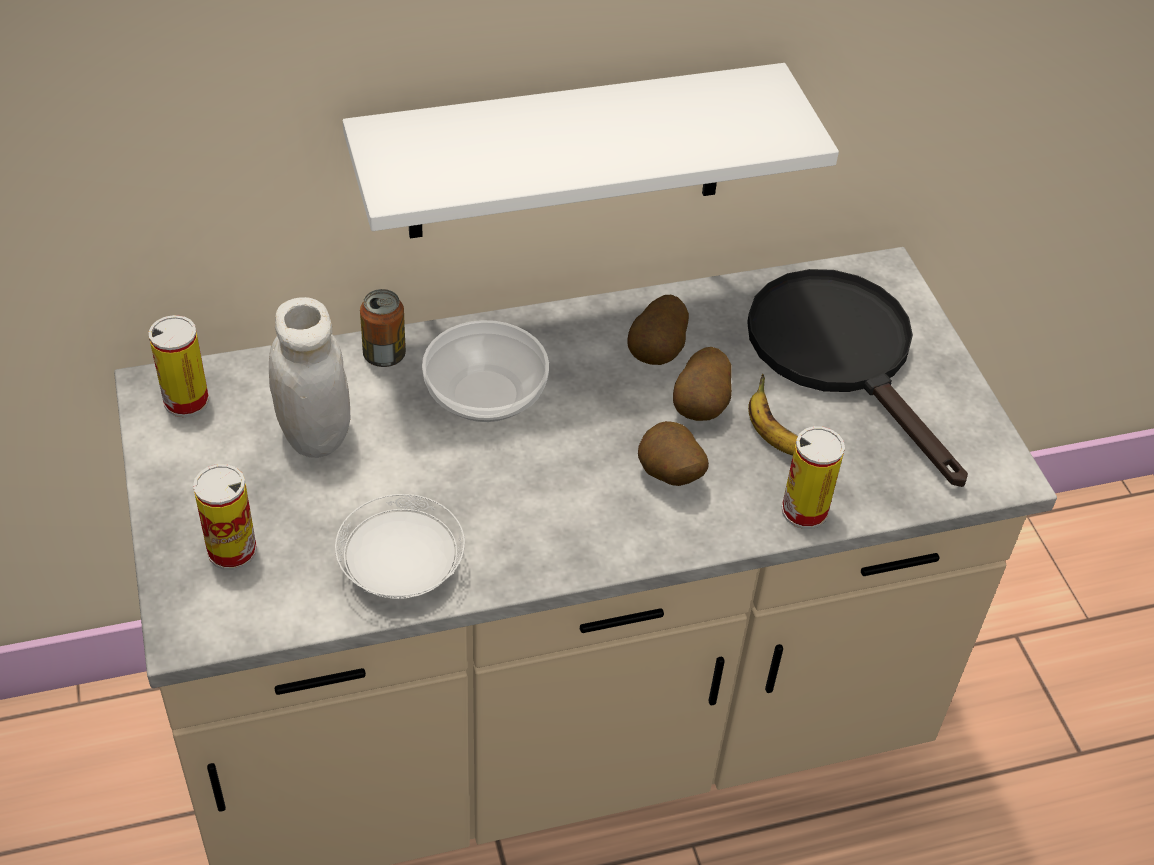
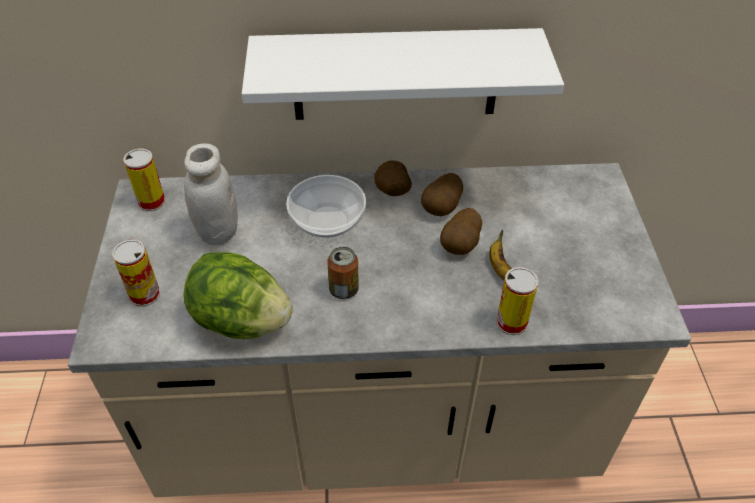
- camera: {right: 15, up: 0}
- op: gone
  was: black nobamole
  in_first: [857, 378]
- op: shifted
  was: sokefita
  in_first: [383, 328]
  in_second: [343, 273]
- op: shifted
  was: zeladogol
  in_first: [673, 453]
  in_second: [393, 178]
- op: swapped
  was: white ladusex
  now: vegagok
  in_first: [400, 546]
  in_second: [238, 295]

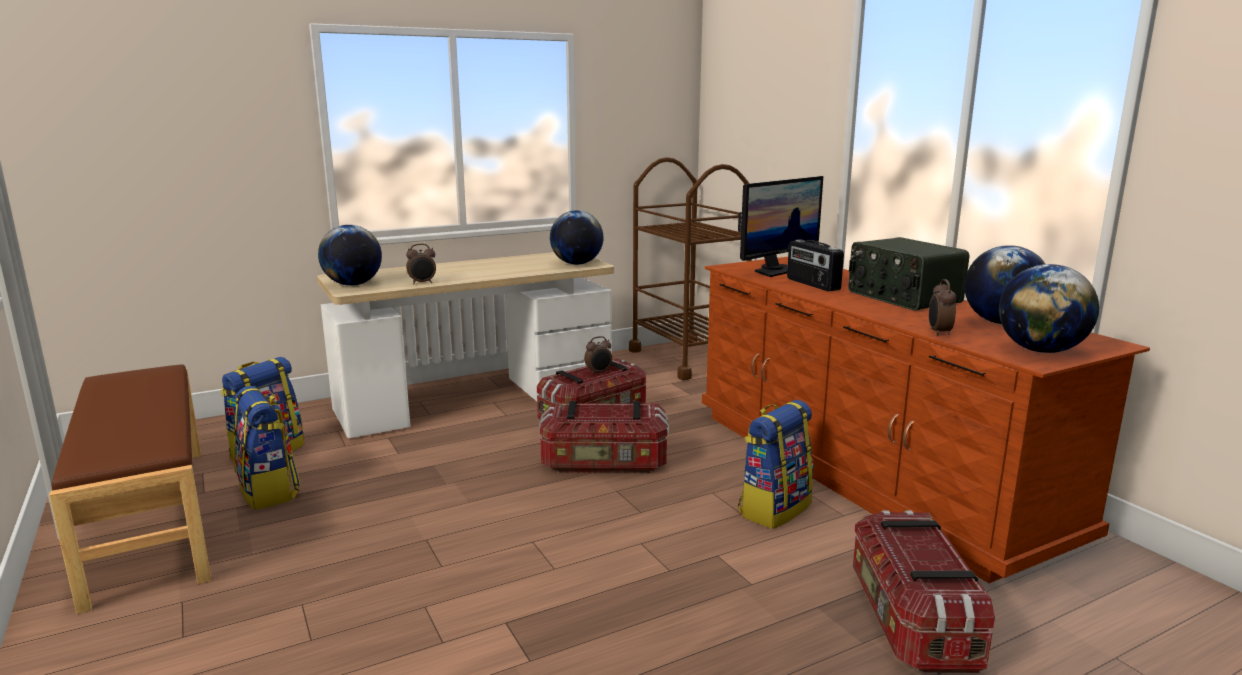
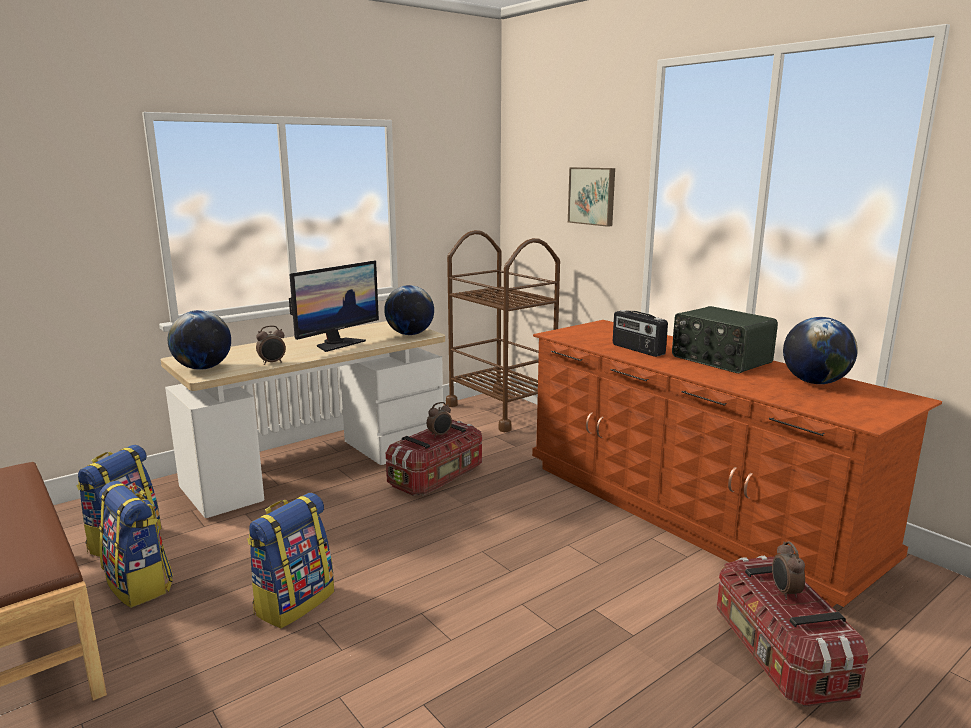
- camera: {right: -10, up: 0}
- op: gone
  was: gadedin
  in_first: [604, 437]
- op: gone
  was: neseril
  in_first: [1049, 308]
- op: new
  now: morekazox
  in_second: [591, 197]
- op: shifted
  was: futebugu
  in_first: [780, 226]
  in_second: [334, 306]
- op: shifted
  was: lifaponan
  in_first: [775, 464]
  in_second: [290, 560]
- op: shifted
  was: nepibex
  in_first: [942, 307]
  in_second: [788, 570]

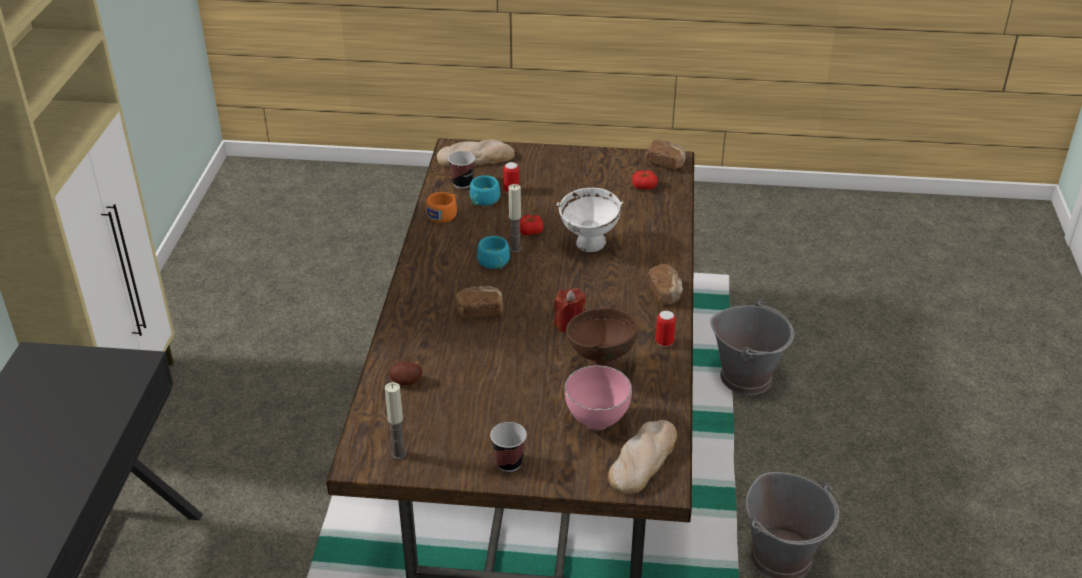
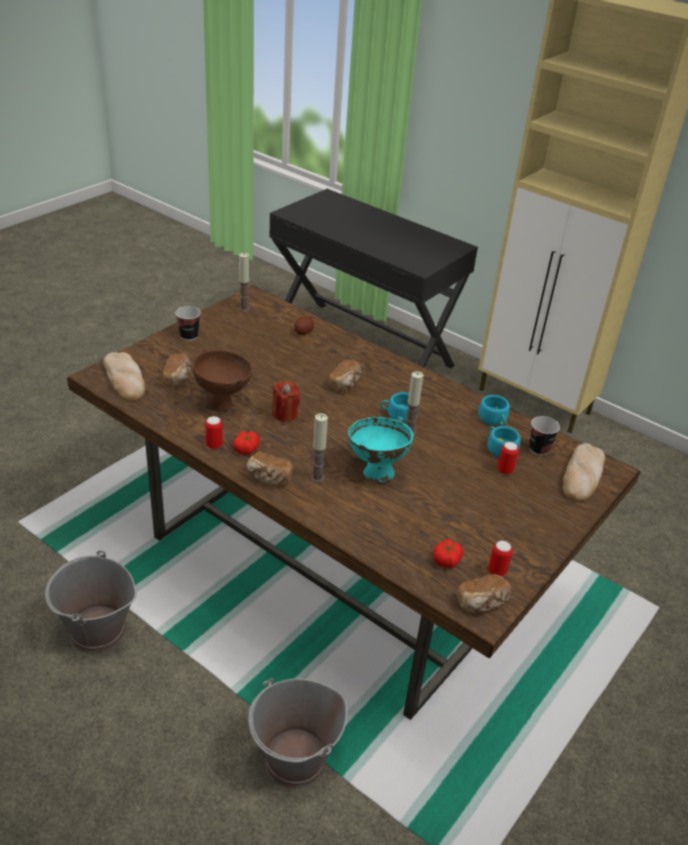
- camera: {right: 120, up: 0}
- op: new
  now: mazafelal
  in_second: [319, 447]
- op: new
  now: sokefita
  in_second: [500, 559]
- op: shifted
  was: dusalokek
  in_first: [532, 224]
  in_second: [246, 443]
- op: swapped
  was: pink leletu
  now: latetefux
  in_first: [598, 397]
  in_second: [177, 371]
- op: repainted
  was: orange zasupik
  now: turquoise zasupik
  in_first: [441, 207]
  in_second: [494, 410]
- op: repainted
  was: white leletu
  now: turquoise leletu
  in_first: [590, 220]
  in_second: [380, 449]

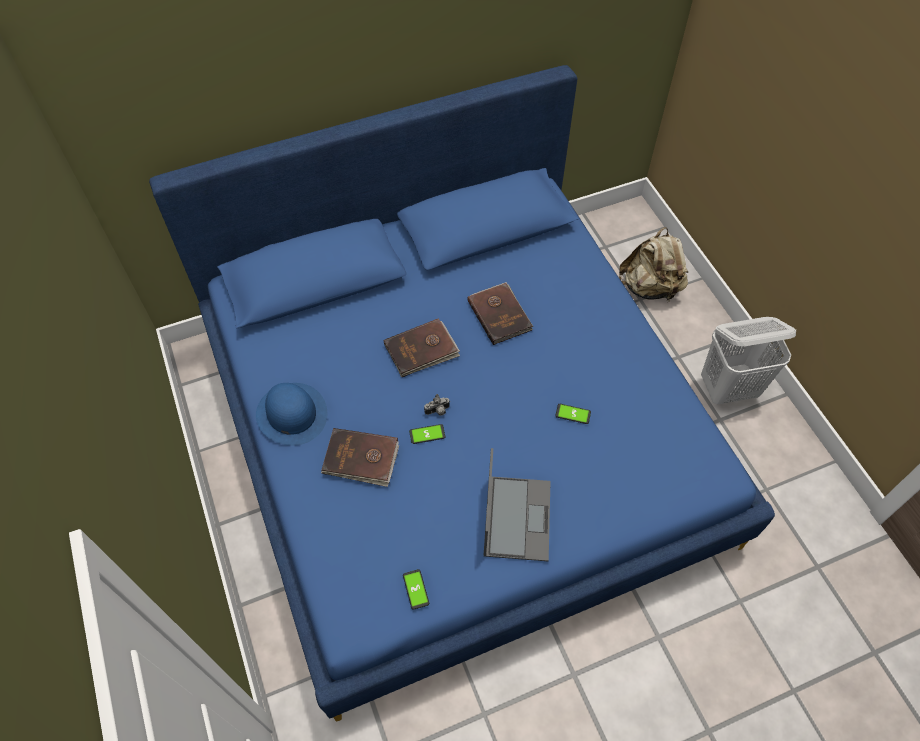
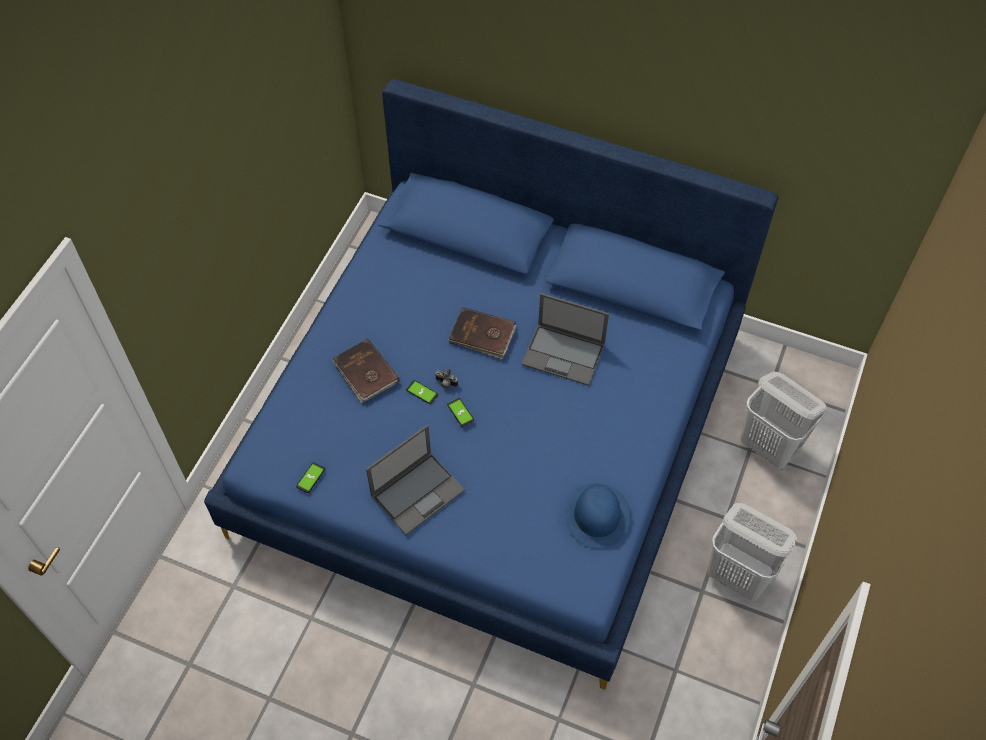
- camera: {right: 45, up: 0}
- op: shifted
  was: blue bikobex
  in_first: [291, 414]
  in_second: [597, 516]
- op: shifted
  was: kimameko
  in_first: [573, 414]
  in_second: [460, 412]
- op: swapped
  was: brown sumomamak
  now: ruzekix
  in_first: [500, 313]
  in_second: [565, 339]
- op: swapped
  was: beige lifaponan
  now: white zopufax
  in_first: [653, 264]
  in_second: [784, 421]

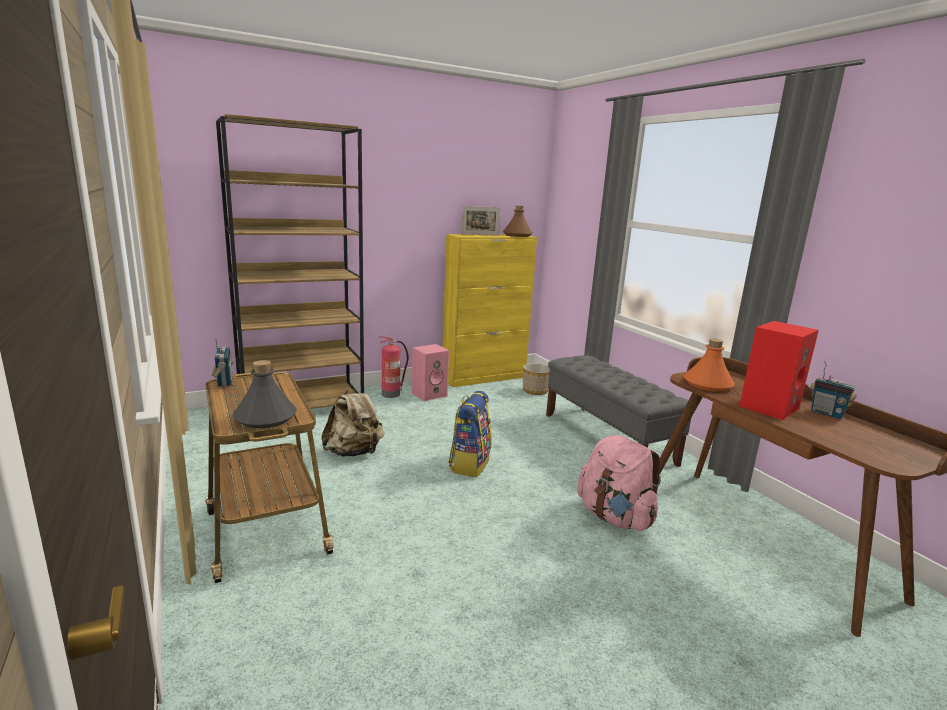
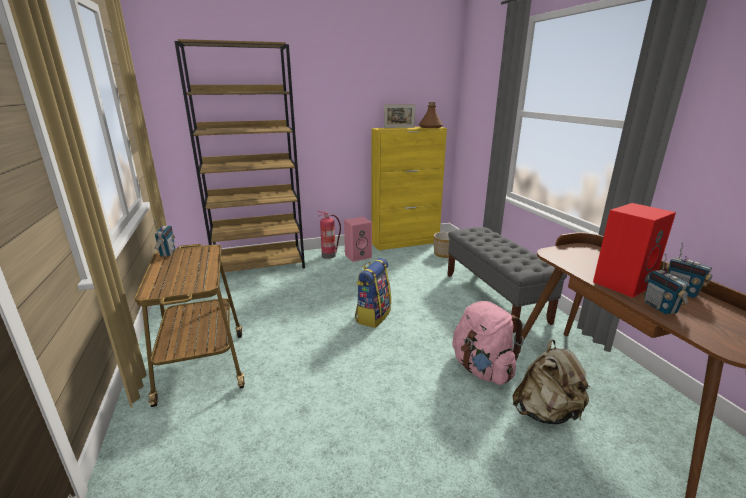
- camera: {right: 10, up: 5}
- op: gone
  was: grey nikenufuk
  in_first: [265, 394]
- op: gone
  was: orange nikenufuk
  in_first: [709, 365]
- op: new
  now: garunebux
  in_second: [667, 284]
- op: shifted
  was: beige lifaponan
  in_first: [352, 421]
  in_second: [551, 381]

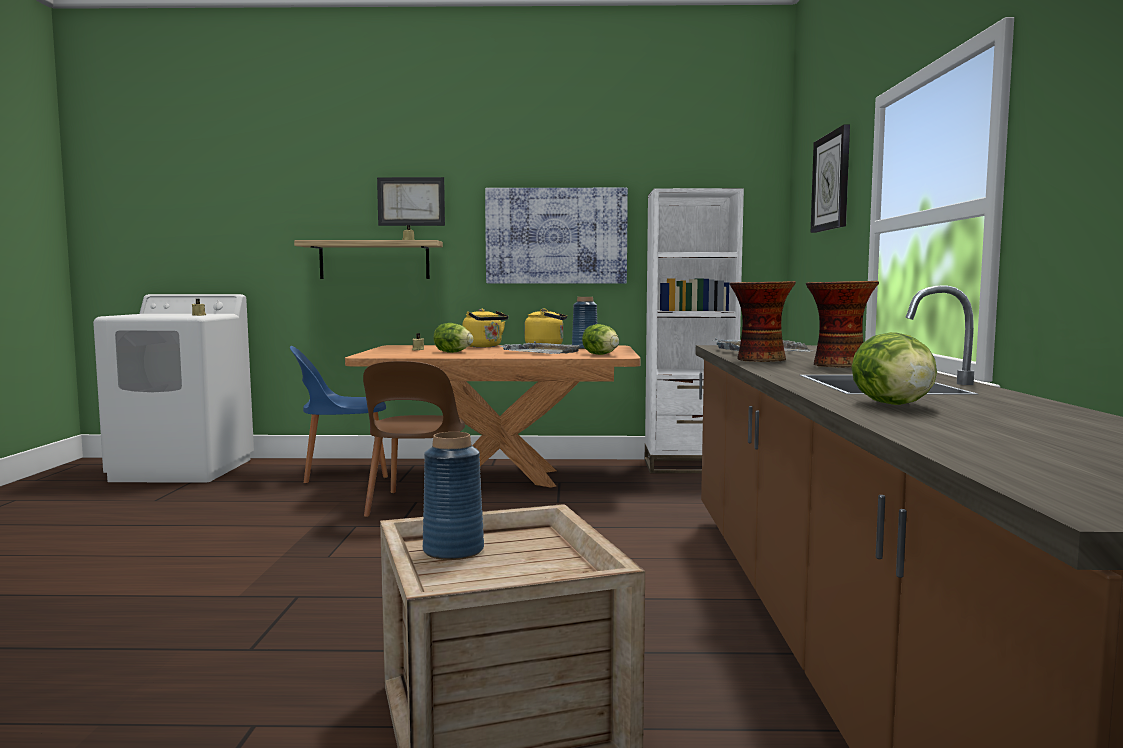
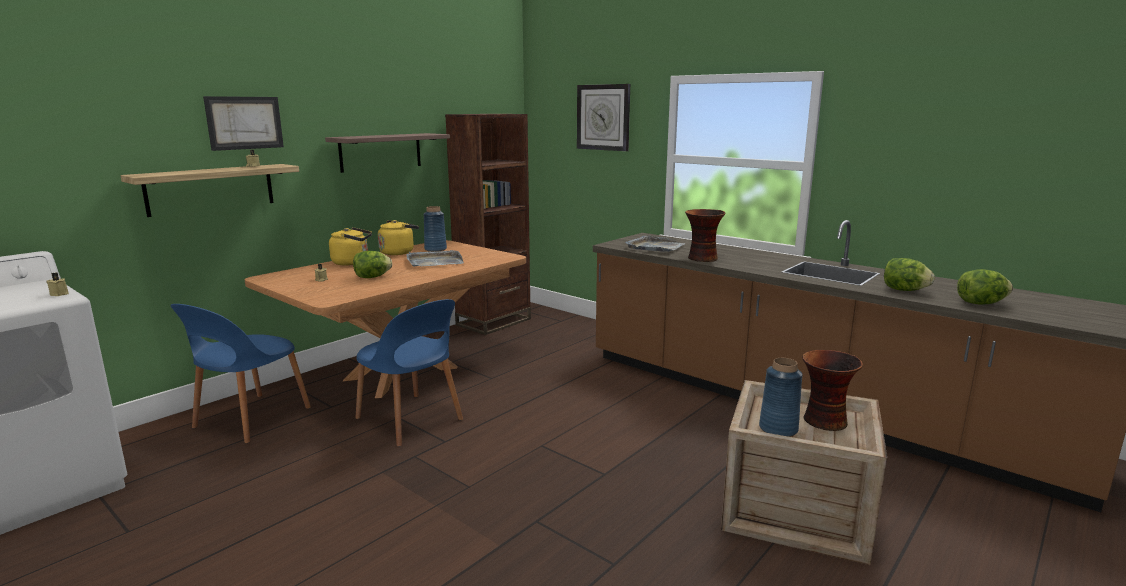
- camera: {right: -50, up: 10}
- op: shifted
  was: vegagok
  in_first: [600, 339]
  in_second: [985, 287]
- op: shifted
  was: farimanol
  in_first: [842, 324]
  in_second: [833, 390]
- op: swapped
  was: morekazox
  now: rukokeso
  in_first: [556, 236]
  in_second: [387, 153]
- op: repainted
  was: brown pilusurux
  now: blue pilusurux
  in_first: [414, 439]
  in_second: [409, 373]
- op: repainted
  was: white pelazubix
  now: brown pelazubix
  in_first: [694, 330]
  in_second: [488, 224]

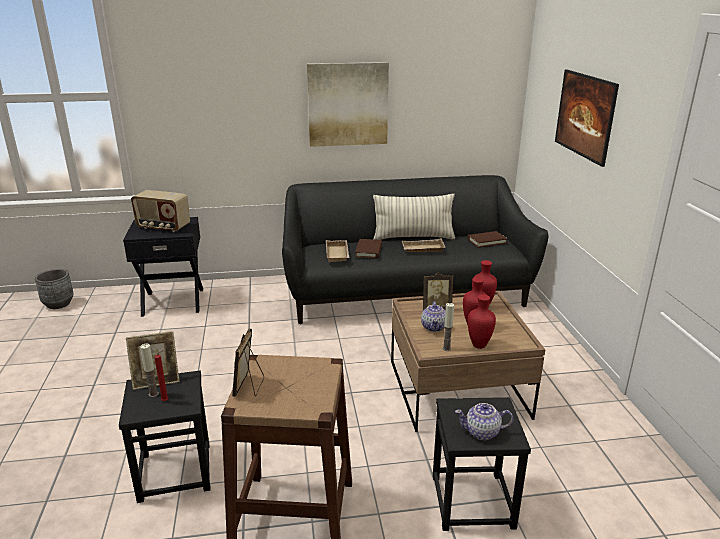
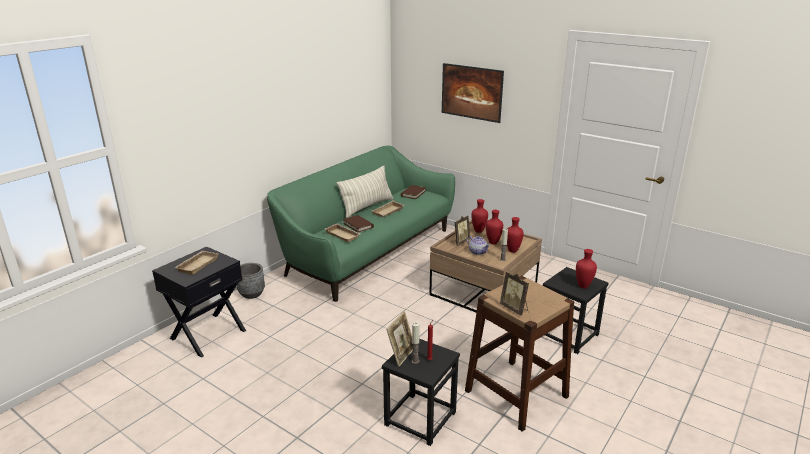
- camera: {right: -45, up: 0}
- op: gone
  was: morekazox
  in_first: [348, 104]
- op: shifted
  was: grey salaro
  in_first: [54, 289]
  in_second: [251, 281]
- op: swapped
  was: garunebux
  now: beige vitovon
  in_first: [160, 211]
  in_second: [196, 263]
- op: swapped
  was: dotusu
  now: red farimanol
  in_first: [484, 421]
  in_second: [586, 268]
- op: repainted
  was: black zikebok
  now: green zikebok
  in_first: [415, 249]
  in_second: [361, 224]

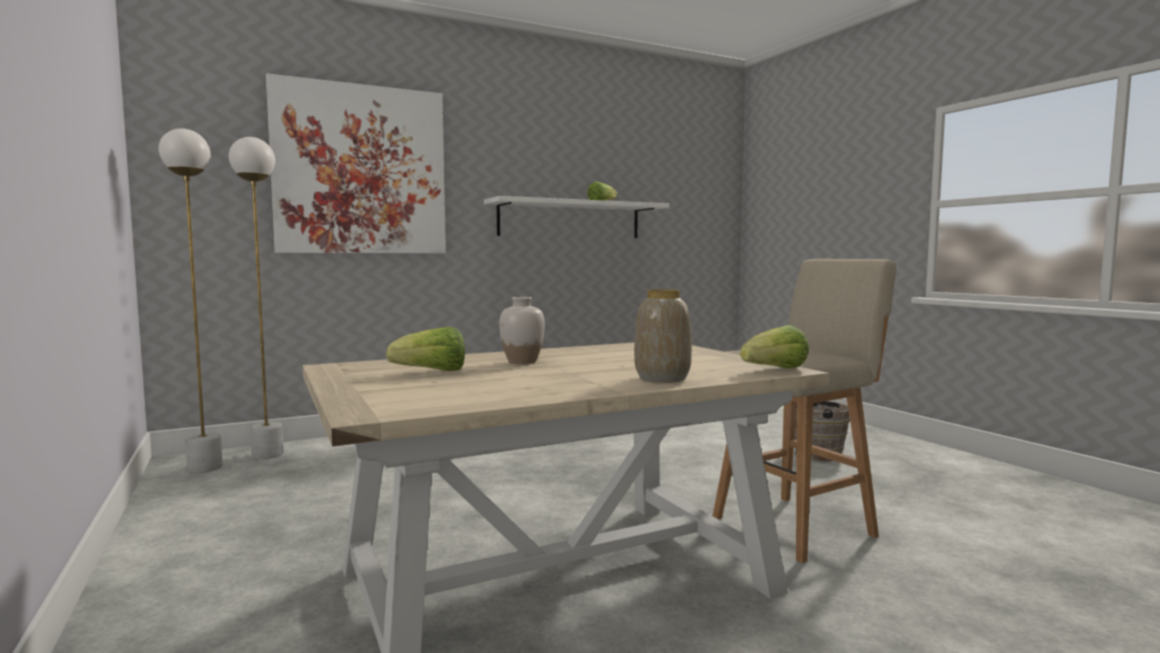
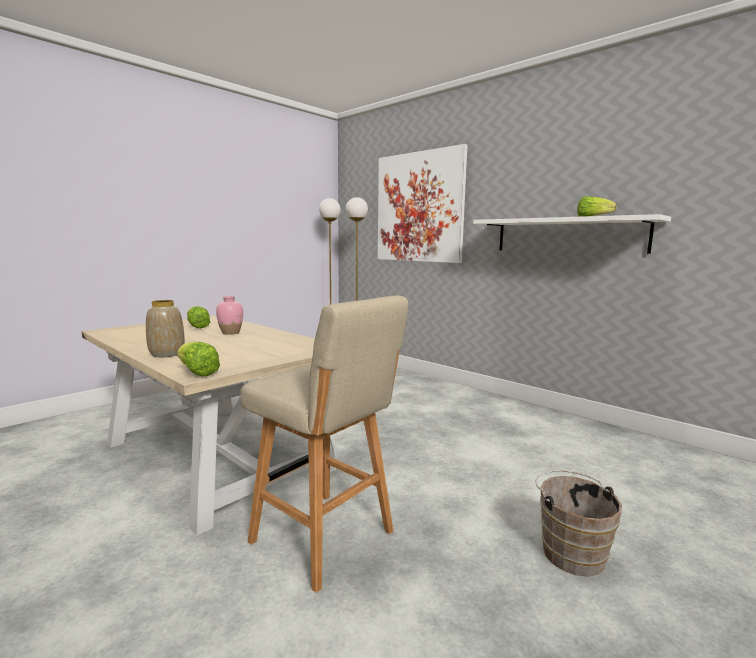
- camera: {right: 70, up: 5}
- op: repainted
  was: white farimanol
  now: pink farimanol
  in_first: [522, 330]
  in_second: [229, 315]

